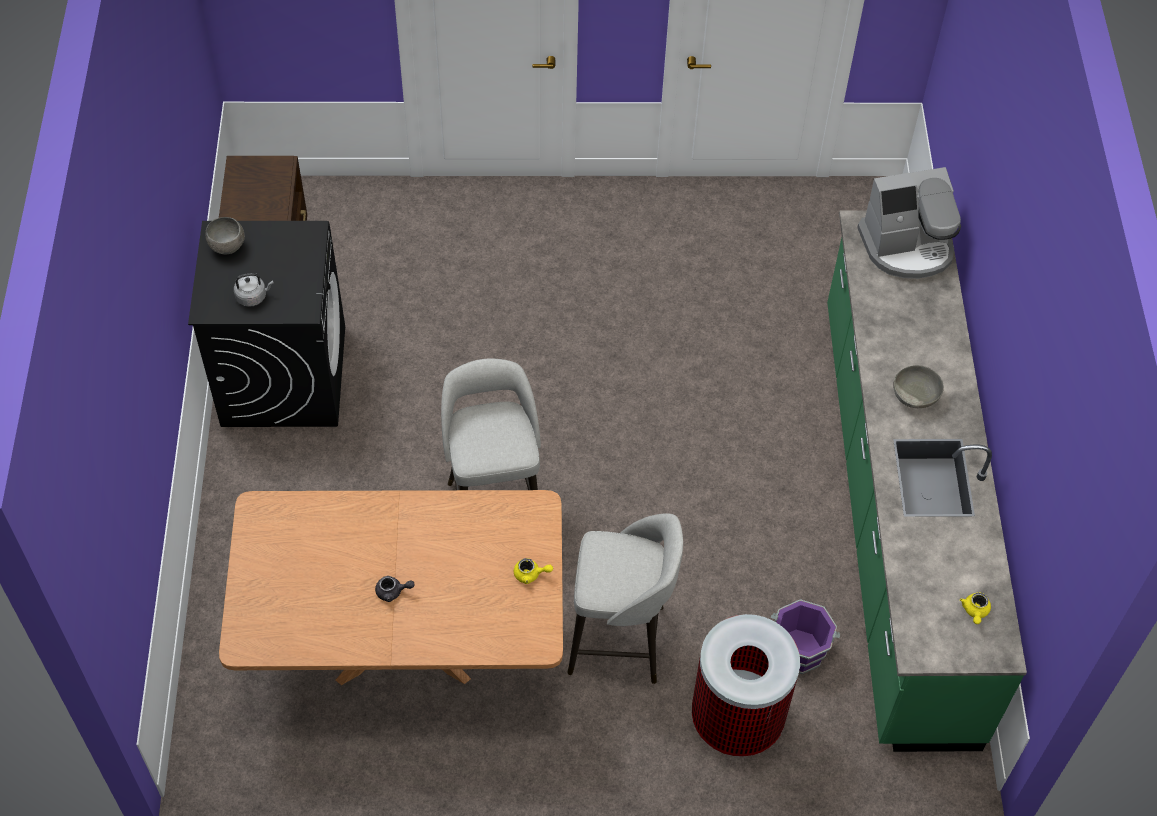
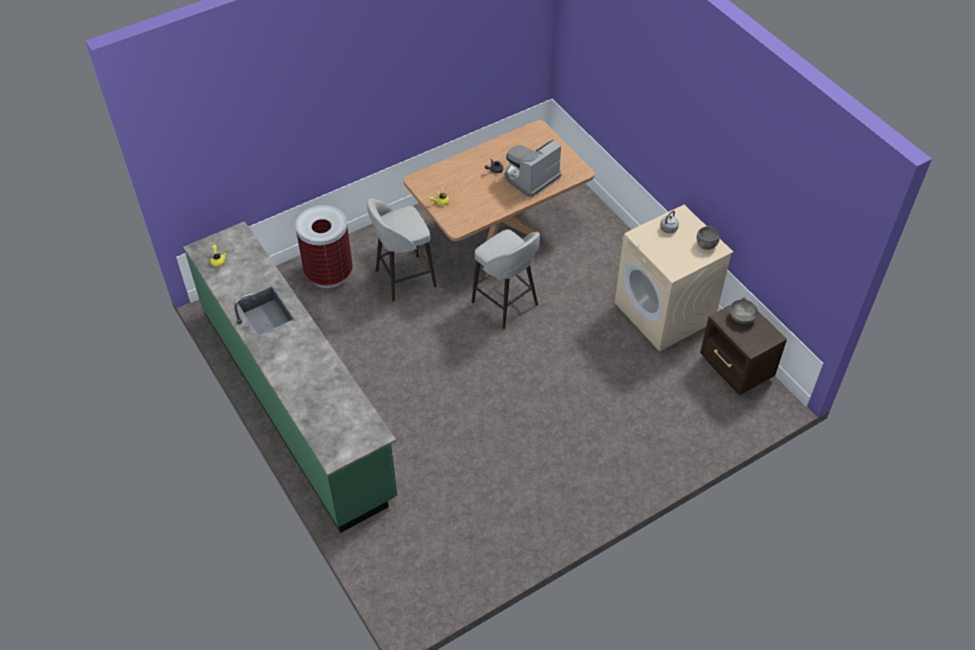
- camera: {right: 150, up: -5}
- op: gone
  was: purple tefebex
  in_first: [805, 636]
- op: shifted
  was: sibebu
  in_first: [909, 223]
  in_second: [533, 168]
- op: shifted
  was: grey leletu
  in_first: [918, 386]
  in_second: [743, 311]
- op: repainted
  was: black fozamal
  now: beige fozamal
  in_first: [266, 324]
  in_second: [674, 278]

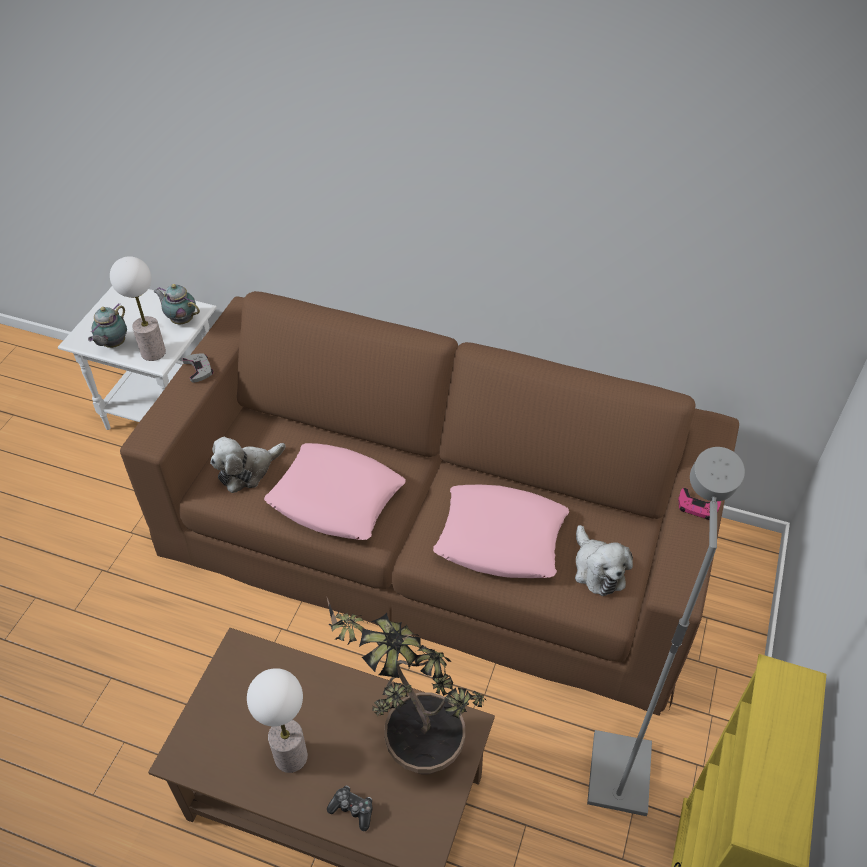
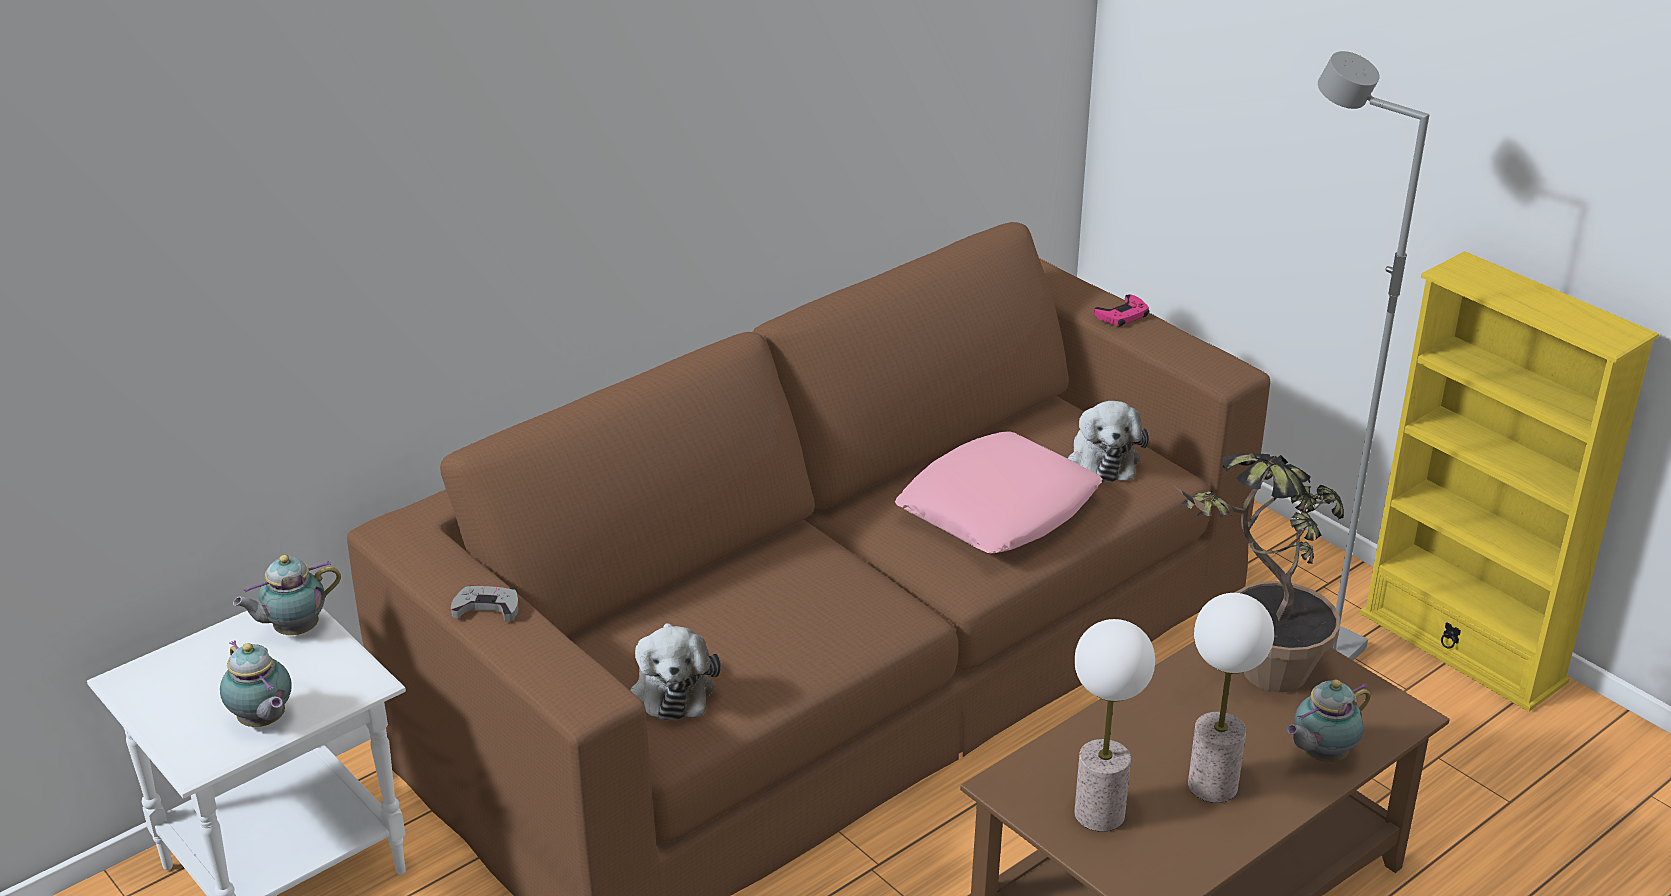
- camera: {right: -60, up: -15}
- op: gone
  was: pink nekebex
  in_first: [334, 491]
- op: shifted
  was: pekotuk
  in_first: [138, 308]
  in_second: [1114, 725]
- op: swapped
  was: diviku
  now: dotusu
  in_first: [350, 808]
  in_second: [1328, 721]
- op: rotated
  was: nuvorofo
  in_first: [604, 560]
  in_second: [1108, 441]
  clockwise: 75

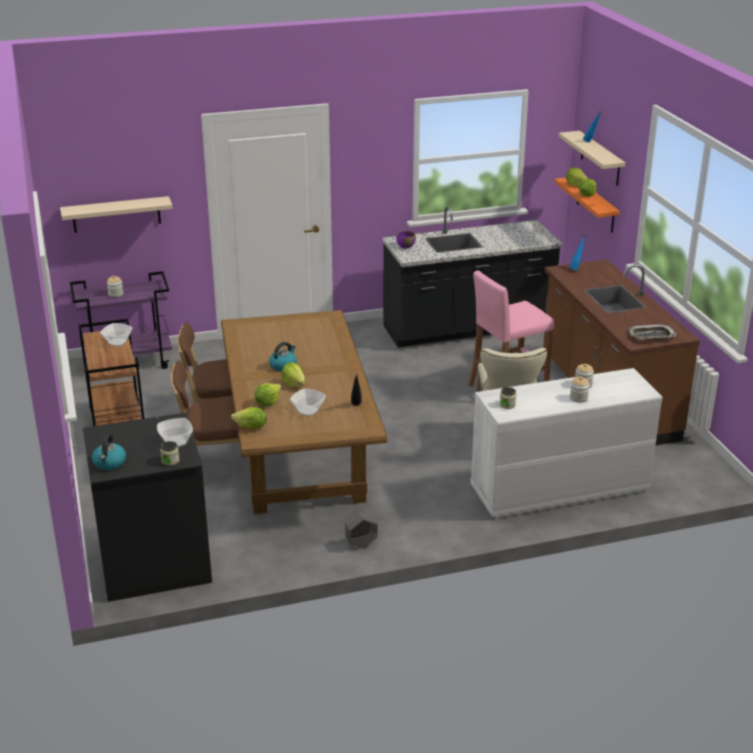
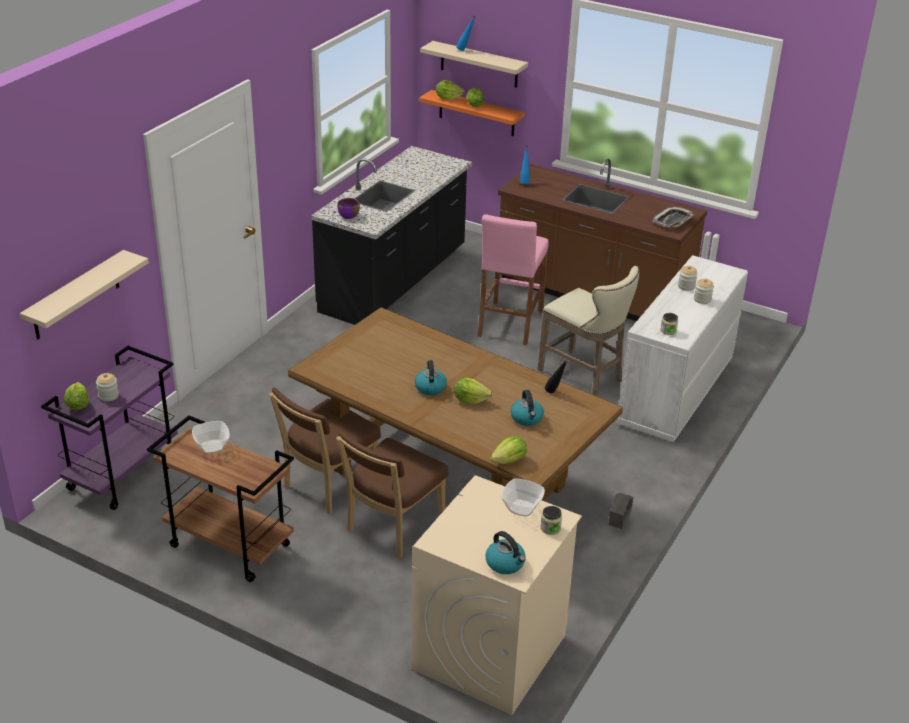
- camera: {right: -45, up: 5}
- op: shifted
  was: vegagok
  in_first: [268, 394]
  in_second: [76, 396]
- op: swapped
  was: leletu
  now: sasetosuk
  in_first: [308, 402]
  in_second: [527, 408]
- op: repainted
  was: black fozamal
  now: beige fozamal
  in_first: [147, 507]
  in_second: [496, 595]

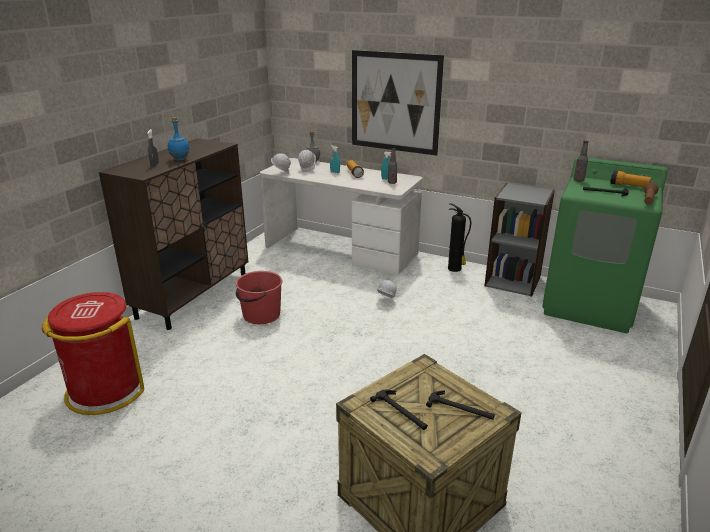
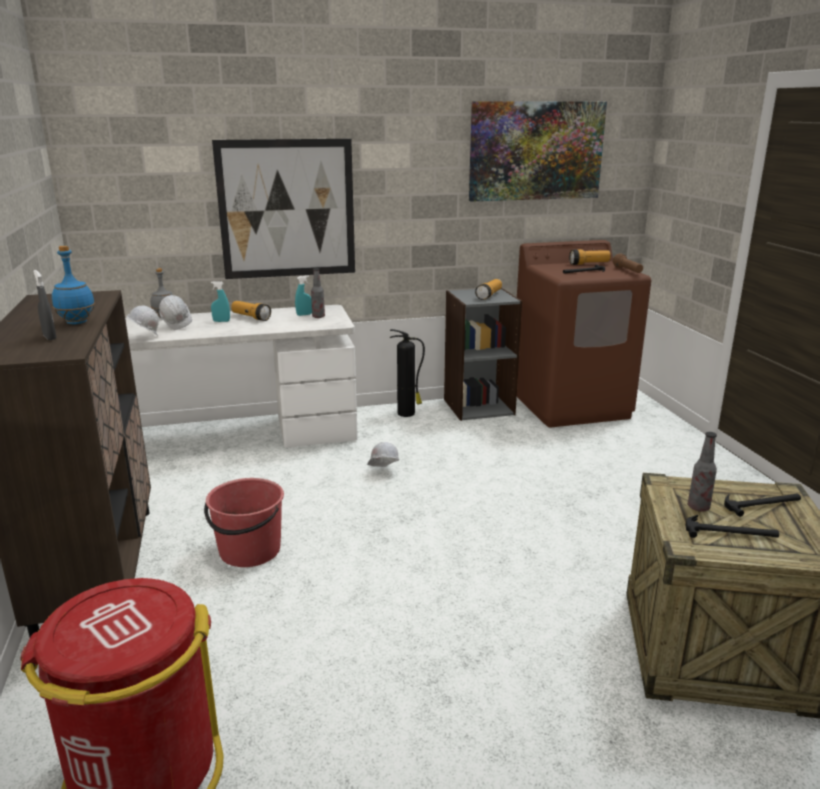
- camera: {right: -40, up: -5}
- op: new
  now: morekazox
  in_second: [538, 151]
- op: new
  now: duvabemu
  in_second: [488, 289]
- op: shifted
  was: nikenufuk
  in_first: [581, 161]
  in_second: [702, 472]
- op: repainted
  was: green fozamal
  now: brown fozamal
  in_first: [605, 245]
  in_second: [584, 333]

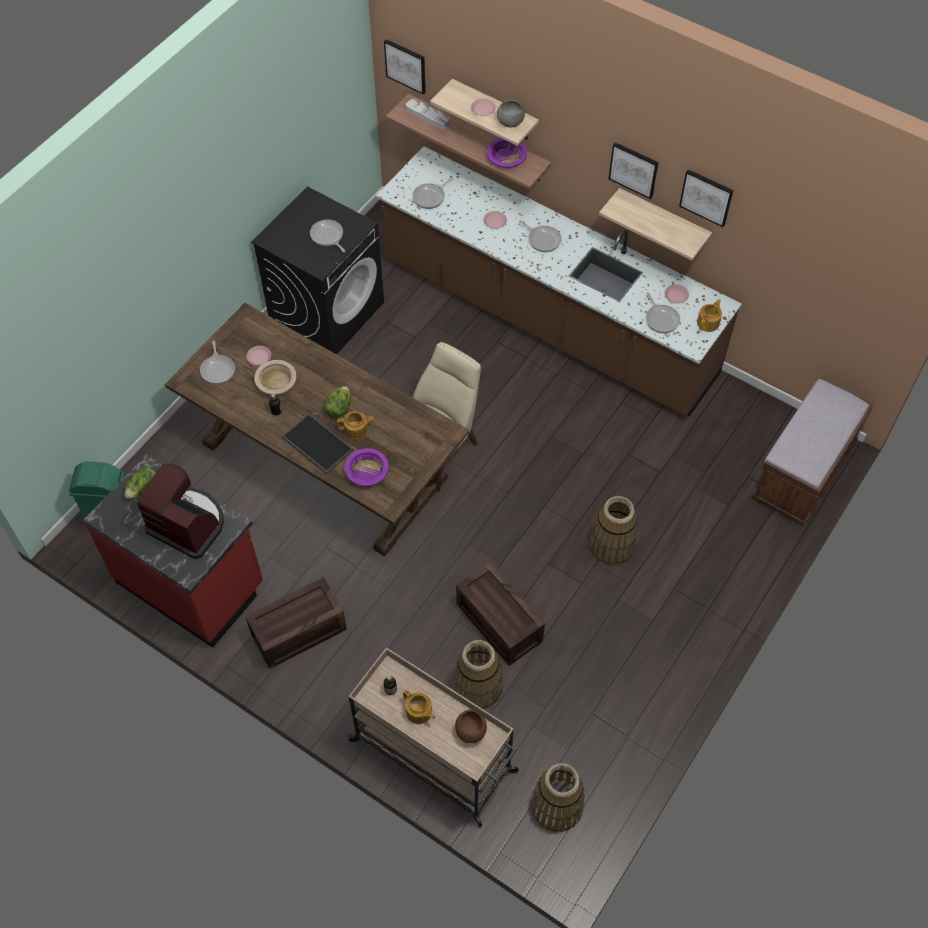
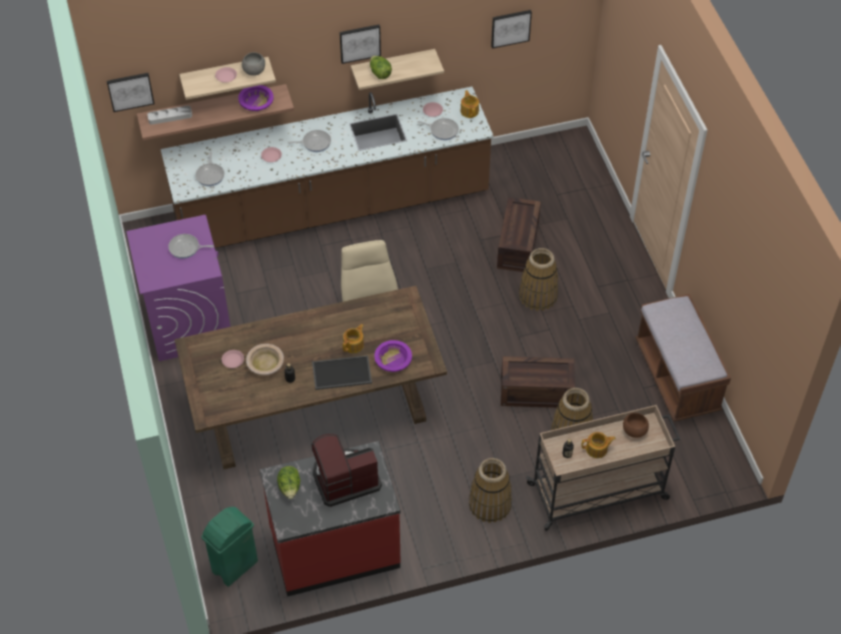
- camera: {right: -50, up: -5}
- op: gone
  was: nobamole
  in_first: [217, 362]
- op: shifted
  was: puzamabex
  in_first: [296, 623]
  in_second: [519, 234]
- op: shifted
  was: vegagok
  in_first: [337, 402]
  in_second: [381, 67]
- op: shifted
  was: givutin
  in_first: [558, 797]
  in_second: [490, 490]
- op: shifted
  was: morekazox
  in_first: [706, 198]
  in_second: [511, 29]
- op: shifted
  was: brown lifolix
  in_first: [813, 451]
  in_second: [683, 358]
- op: repainted
  was: black fozamal
  now: purple fozamal
  in_first: [317, 270]
  in_second: [178, 288]

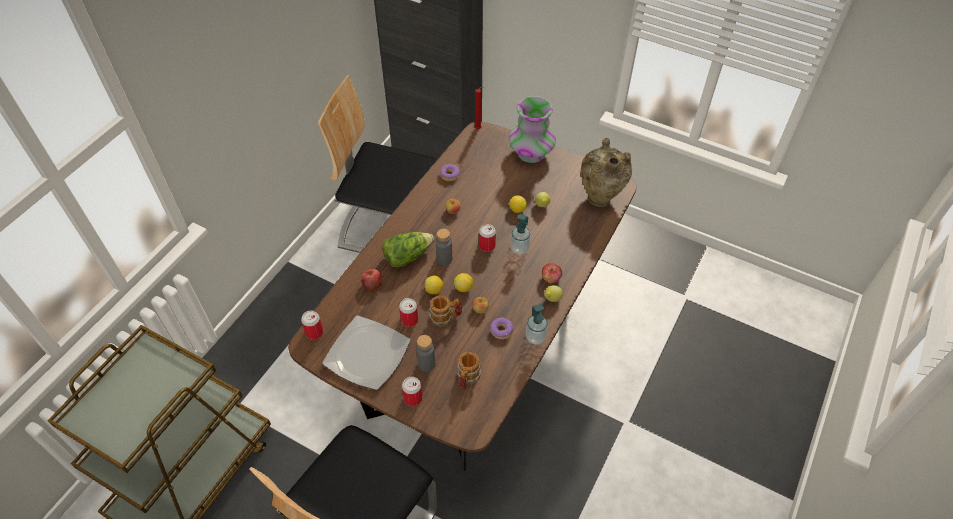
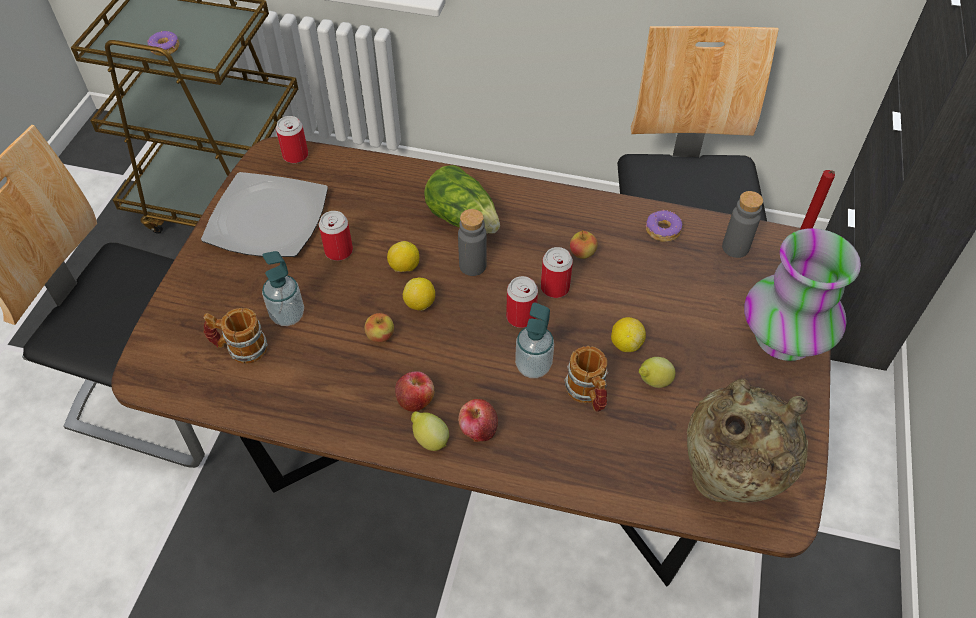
- camera: {right: 75, up: 0}
- op: shifted
  was: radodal
  in_first: [371, 280]
  in_second: [415, 391]
- op: shifted
  was: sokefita
  in_first: [412, 391]
  in_second: [557, 272]
- op: shifted
  was: grey nikenufuk
  in_first: [425, 353]
  in_second: [742, 224]
- op: shifted
  was: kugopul
  in_first: [445, 311]
  in_second: [586, 379]
- op: shifted
  was: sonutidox
  in_first: [502, 328]
  in_second: [163, 43]
- op: shifted
  was: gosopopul
  in_first: [537, 324]
  in_second: [283, 288]

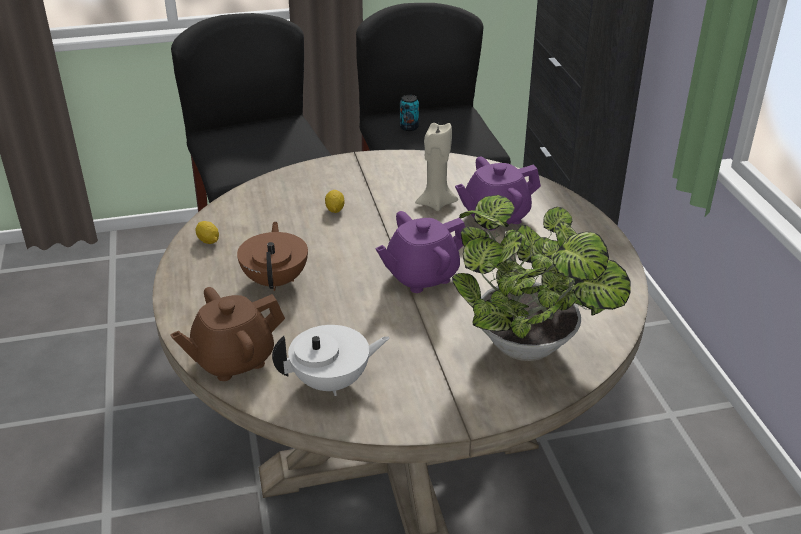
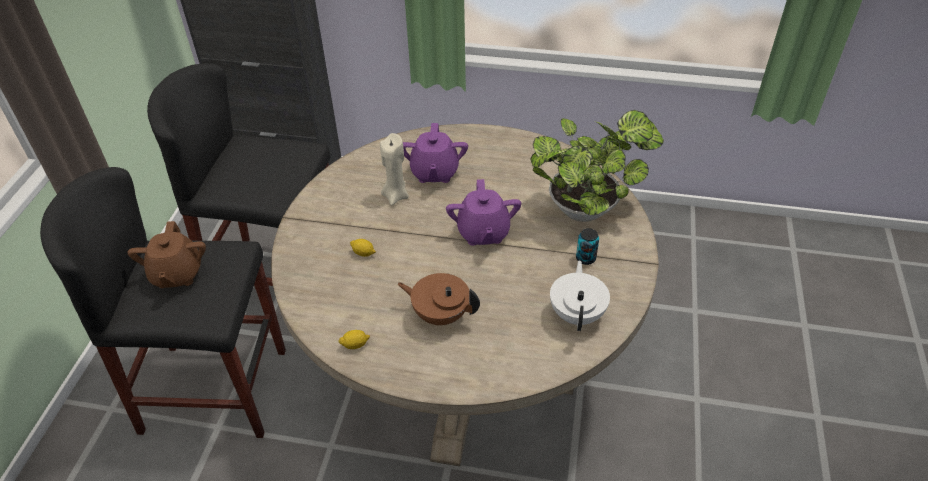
- camera: {right: -65, up: 10}
- op: shifted
  was: brown dotusu
  in_first: [227, 334]
  in_second: [167, 254]
- op: shifted
  was: sokefita
  in_first: [409, 113]
  in_second: [587, 246]

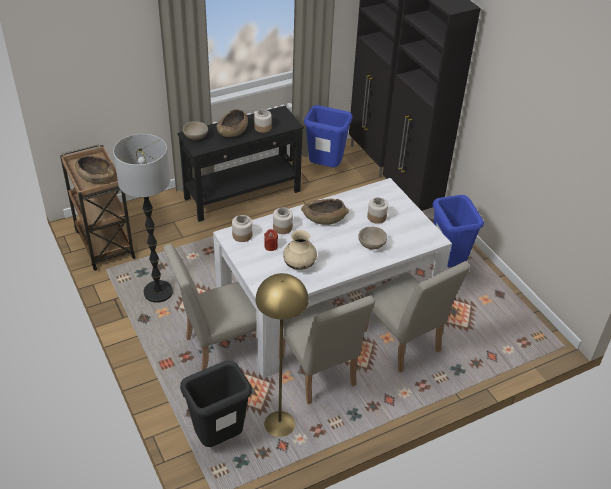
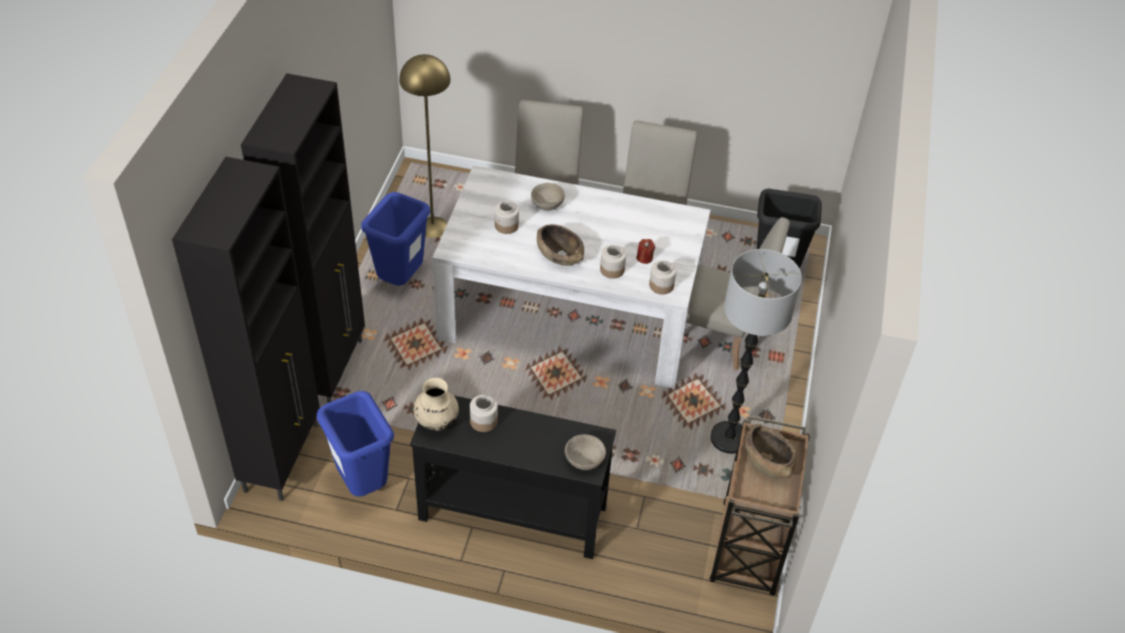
- camera: {right: -140, up: 5}
- op: gone
  was: brown leletu
  in_first: [232, 123]
- op: shifted
  was: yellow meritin
  in_first: [282, 355]
  in_second: [425, 146]
- op: shifted
  was: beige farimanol
  in_first: [300, 250]
  in_second: [436, 404]

